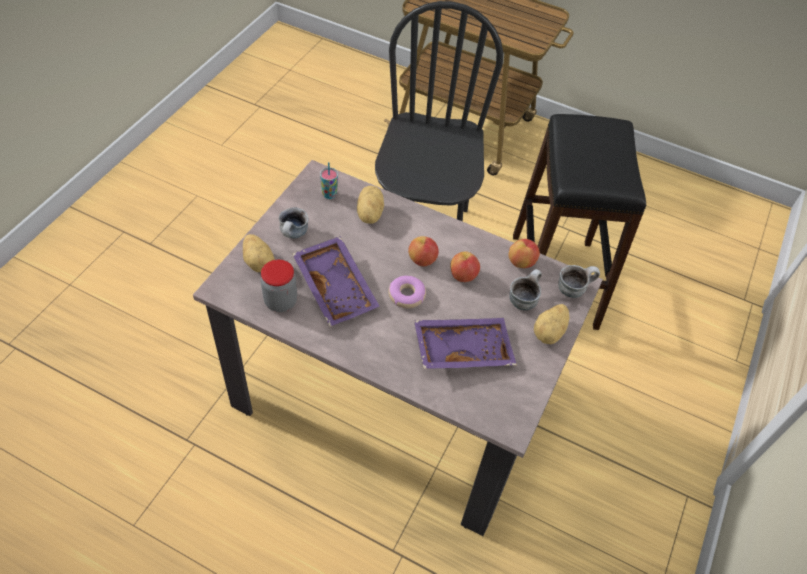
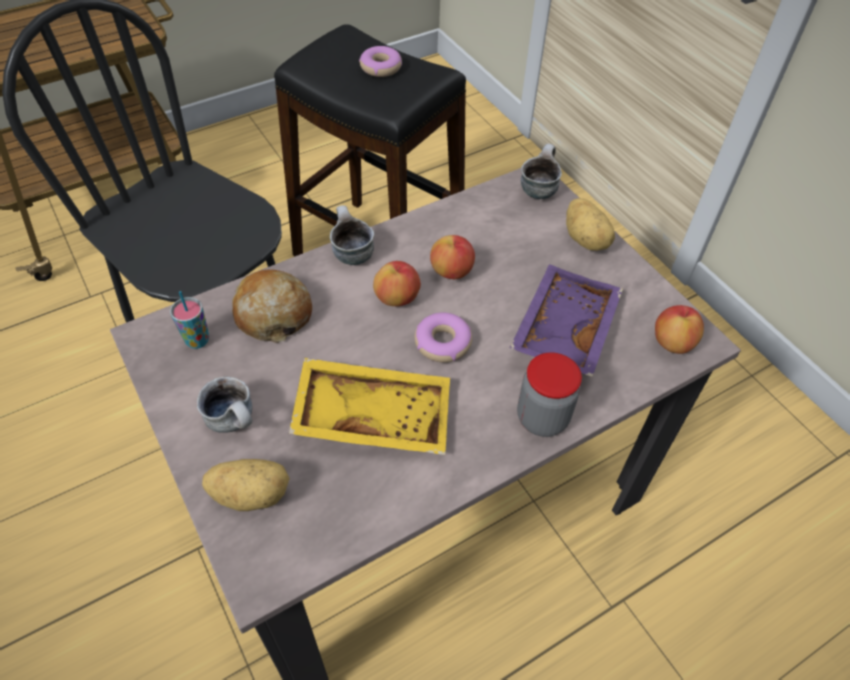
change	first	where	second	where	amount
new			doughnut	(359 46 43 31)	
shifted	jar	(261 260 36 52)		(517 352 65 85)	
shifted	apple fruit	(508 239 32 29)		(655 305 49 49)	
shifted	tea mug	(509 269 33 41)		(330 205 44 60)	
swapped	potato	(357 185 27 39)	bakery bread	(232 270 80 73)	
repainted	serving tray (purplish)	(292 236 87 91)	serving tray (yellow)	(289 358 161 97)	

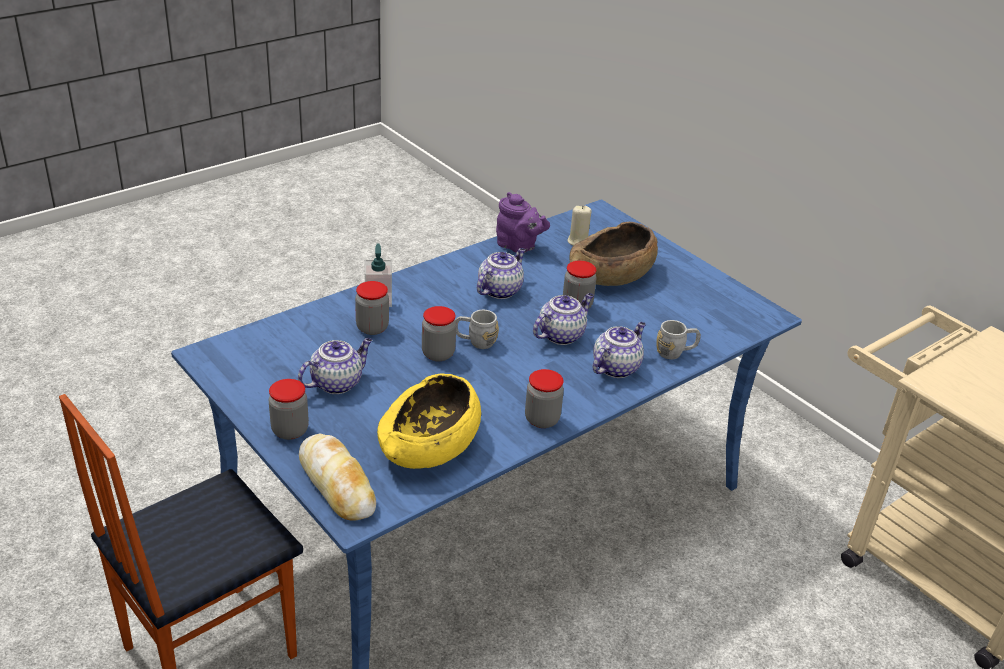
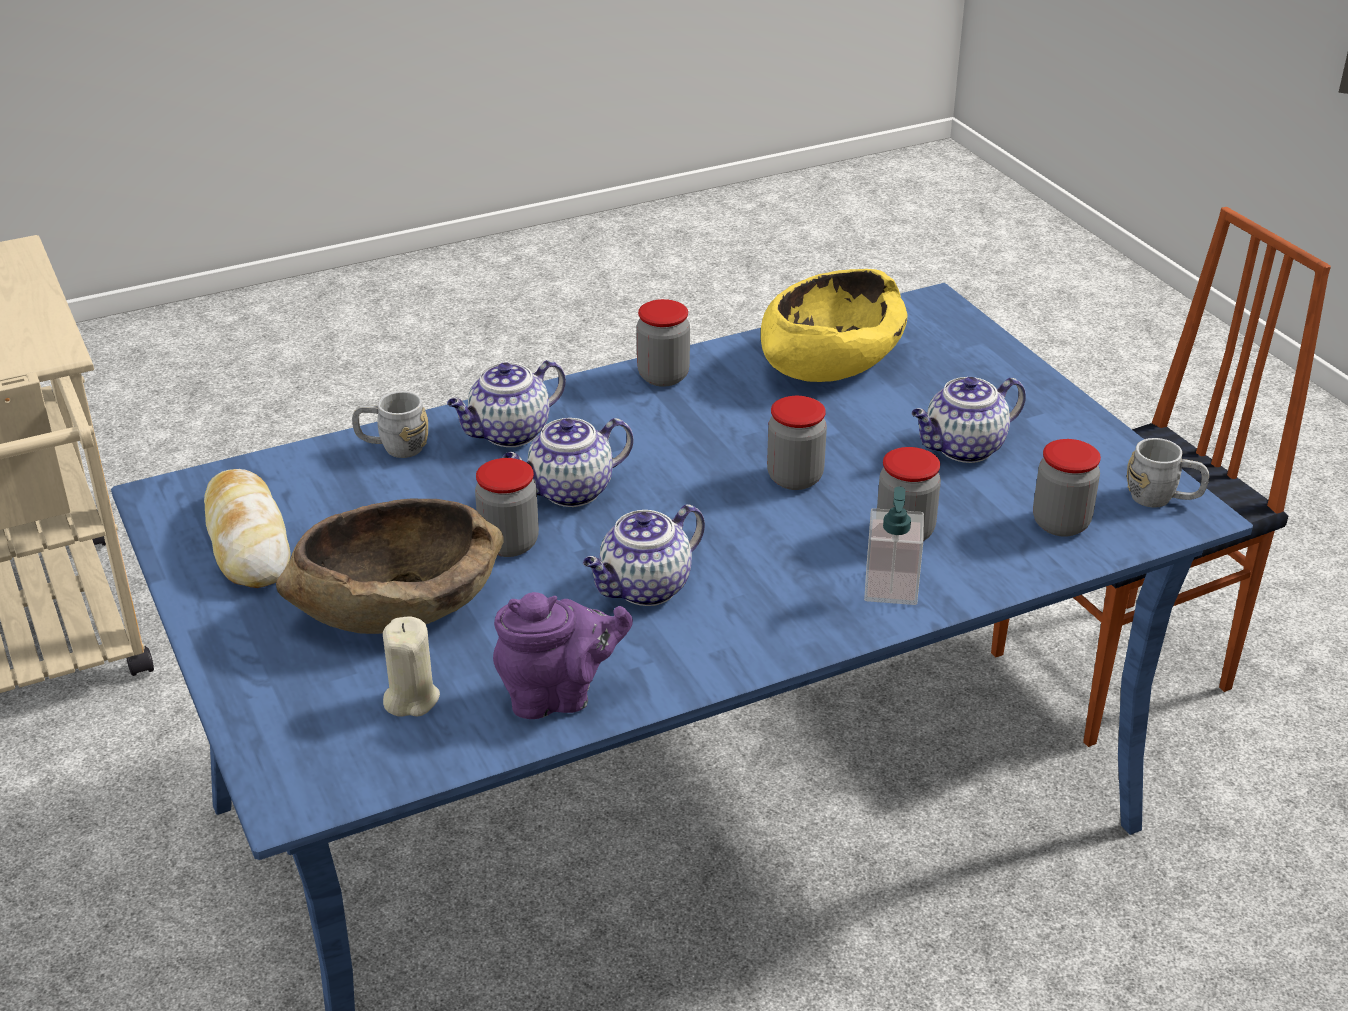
change	first	where	second	where	amount
shifted	jar	(269 379 40 61)		(1033 439 68 98)	
shifted	bakery bread	(299 434 77 86)		(204 469 86 119)	
shifted	tea mug (greyish)	(455 310 44 39)		(1127 438 82 70)	
rotated	pot for tea (purplish)	(496 192 54 61)		(493 592 140 127)	120 degrees clockwise

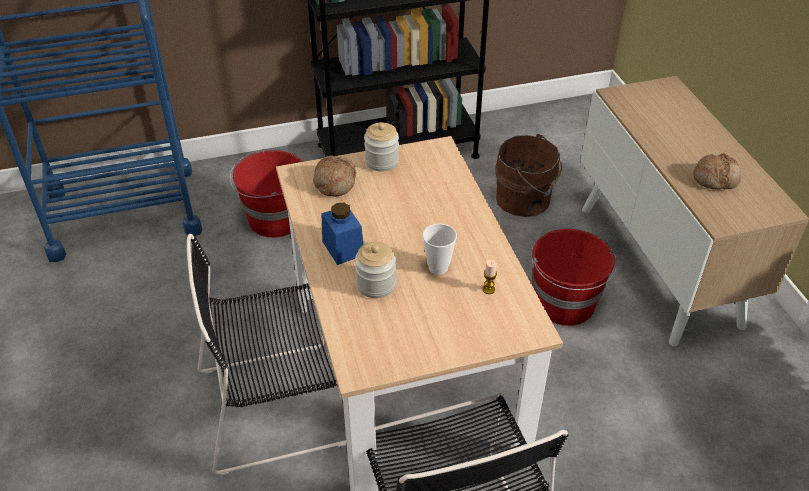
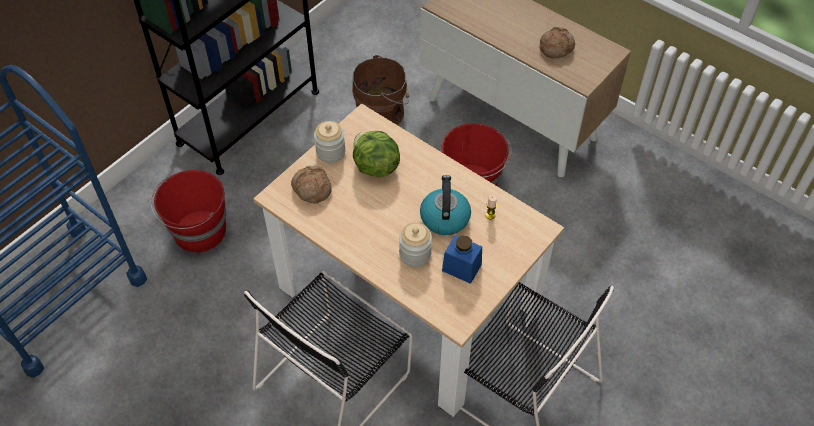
change	first	where	second	where	amount
new			lettuce	(353 131 47 47)	
shifted	jar (blue)	(321 203 43 62)		(442 235 40 49)	
swapped	cup	(422 224 35 51)	tea kettle	(420 175 51 60)	

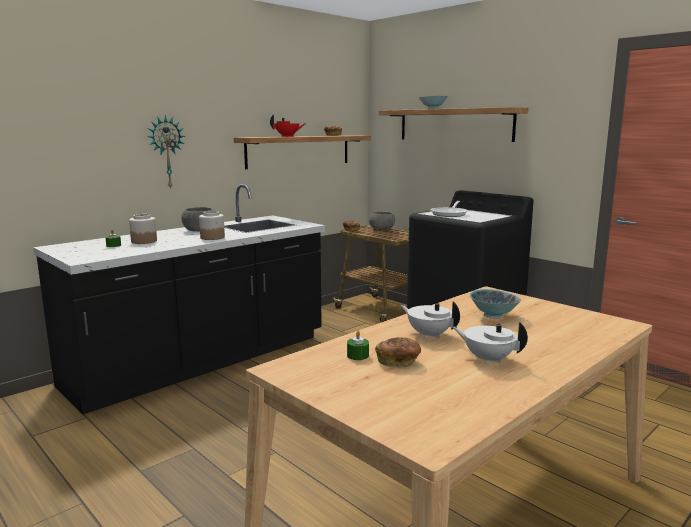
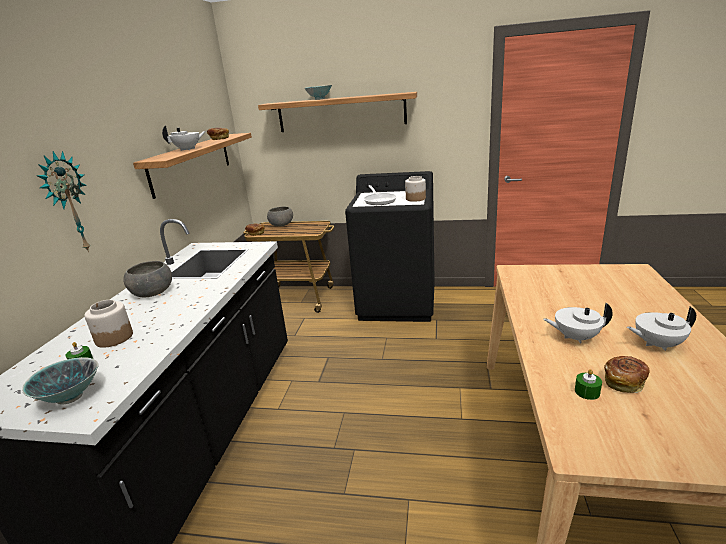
change	first	where	second	where	amount
shifted	jar	(199 211 26 29)		(405 176 21 26)	
shifted	deep dish	(470 289 51 30)		(22 357 77 47)	
repainted	pot for tea (reddish)	(270 115 35 22)	pot for tea (white)	(162 125 44 26)	

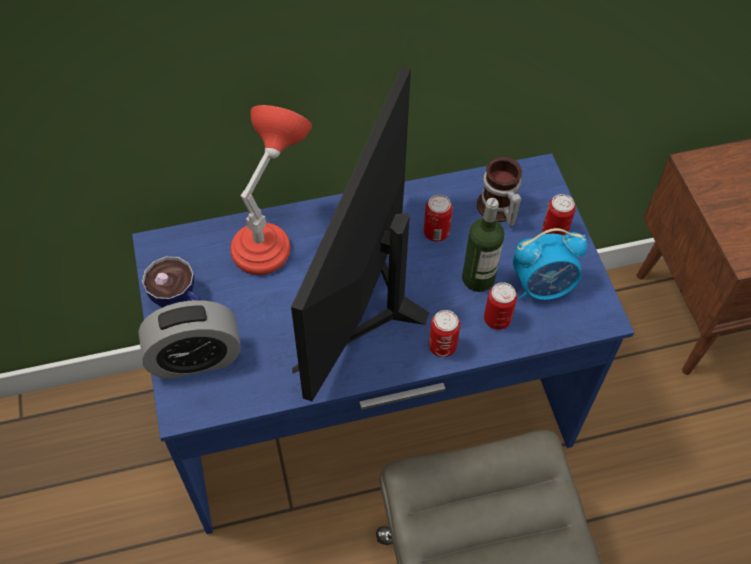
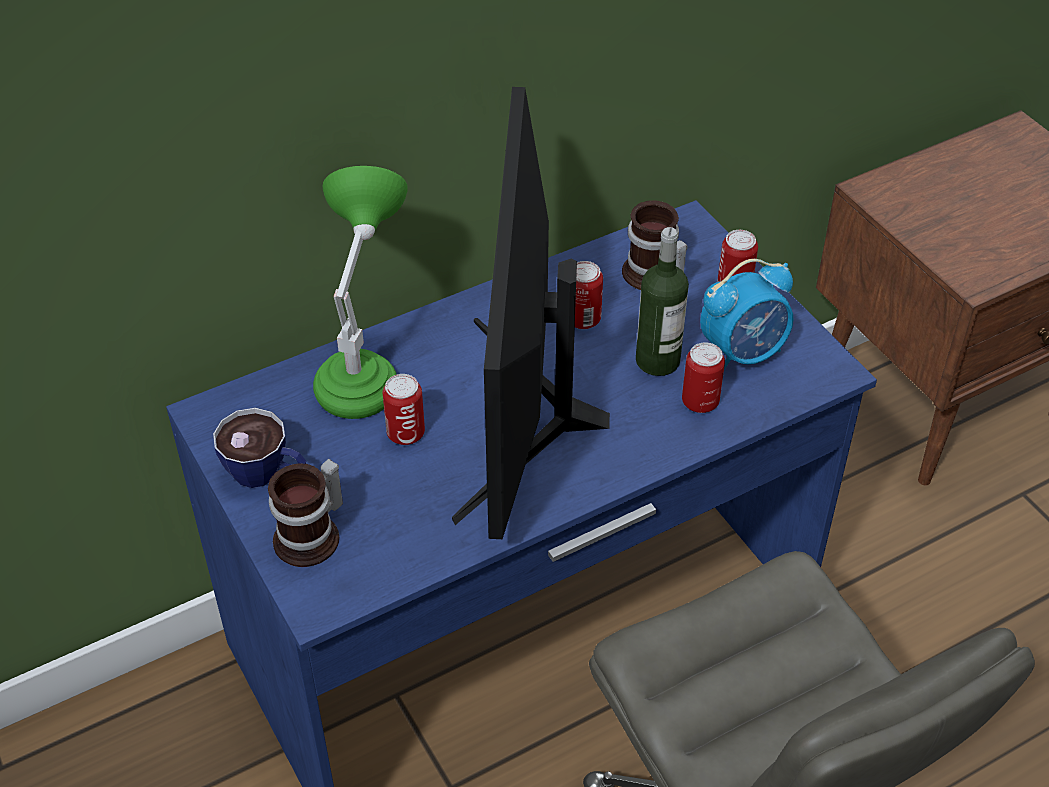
change	first	where	second	where	amount
shifted	metal can	(429 310 31 47)		(382 374 43 71)	
swapped	bedside clock	(138 300 103 79)	tea mug	(268 459 75 108)	
repainted	tabletop lamp (reddish)	(230 105 82 170)	tabletop lamp (greenish)	(313 166 95 253)	

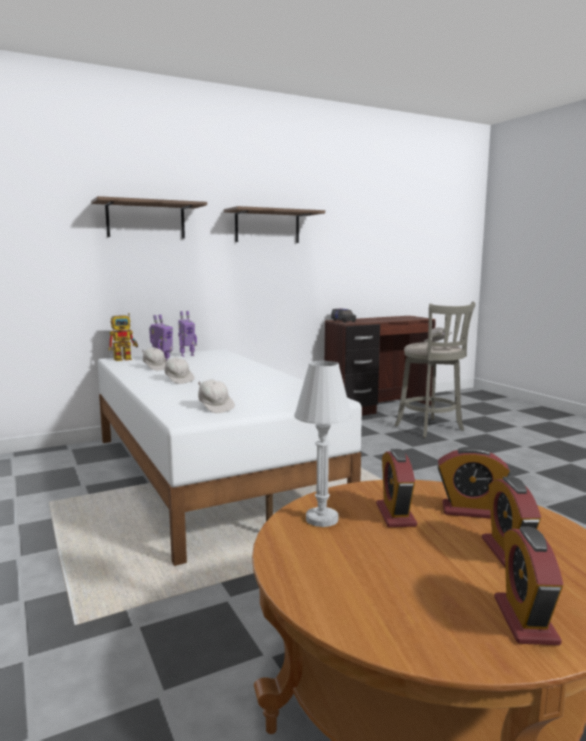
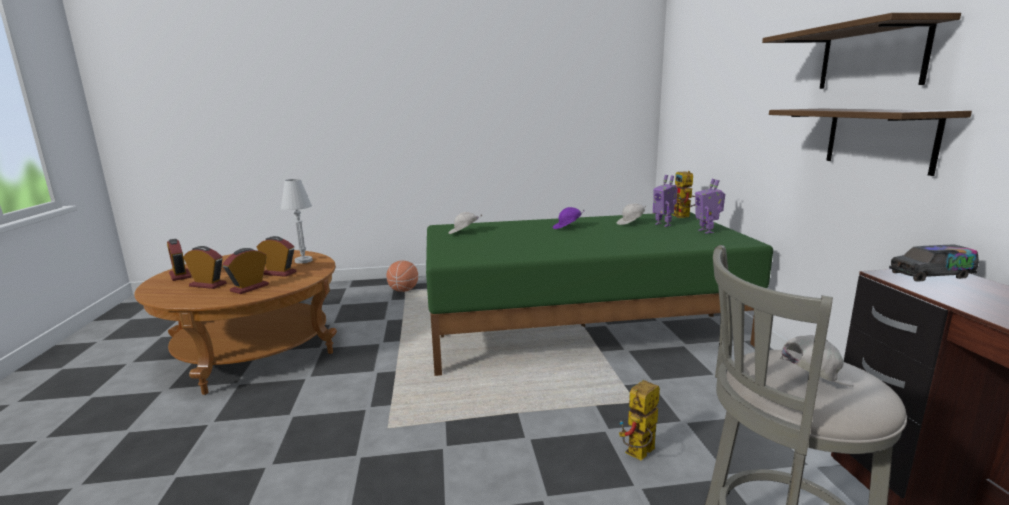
change	first	where	second	where	amount
new			basketball ball	(386 261 32 31)	
new			toy robot	(619 380 41 80)	
shifted	shelf	(91 196 116 42)		(769 109 203 67)	
repainted	sleeping bed (white)	(98 349 264 217)	sleeping bed (greenish)	(426 212 347 164)	
repainted	baseball cap (white)	(165 357 30 27)	baseball cap (purplish)	(553 207 31 22)	
rotated	bedside clock	(494 526 70 119)		(167 239 24 42)	150 degrees counterclockwise

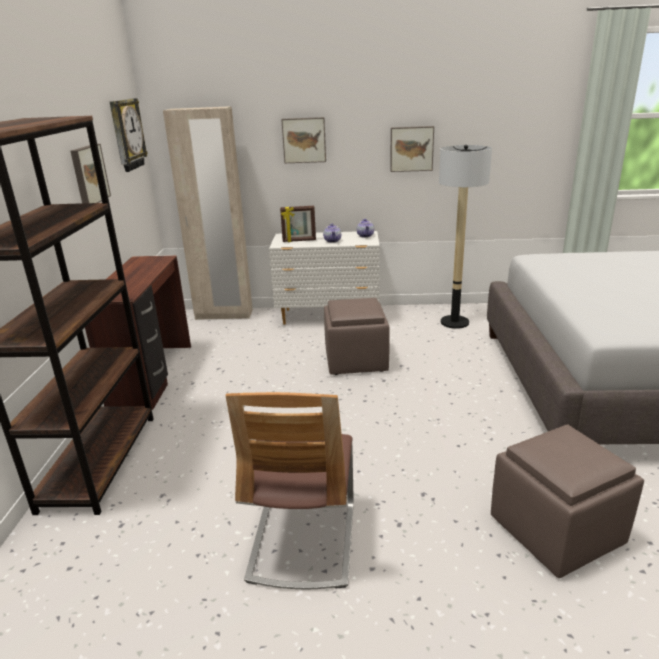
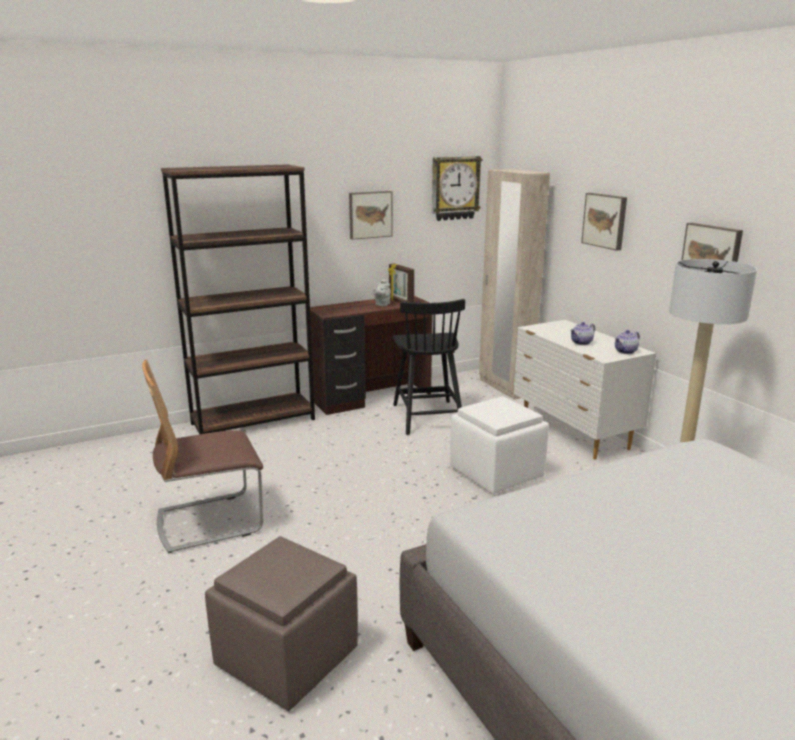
change	first	where	second	where	amount
new			pot for tea (greyish)	(373 279 18 27)	
new			plain chair (blackish)	(393 299 72 136)	
shifted	picture frame	(280 206 36 36)		(388 264 26 38)	
repainted	ottoman (brown-coloured)	(324 298 66 77)	ottoman (white)	(450 396 99 98)	

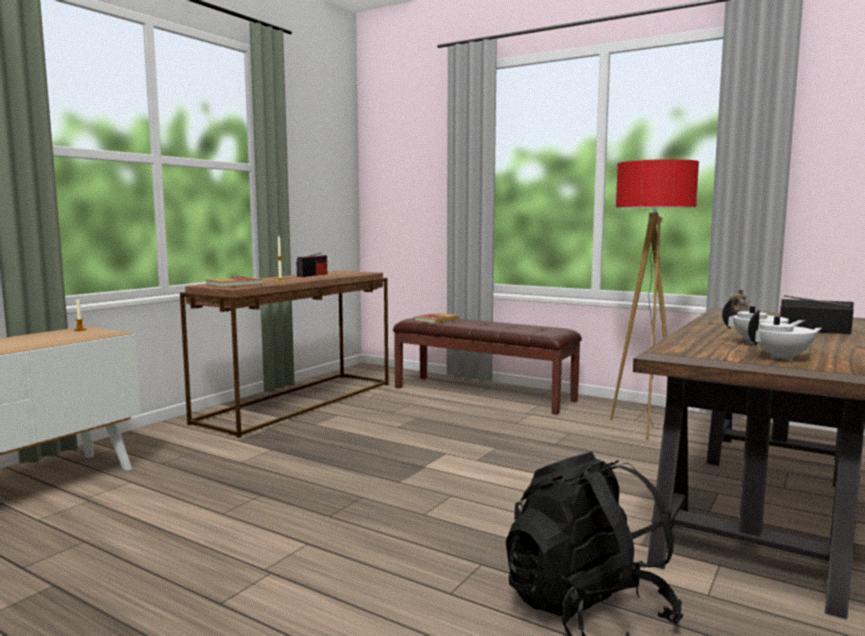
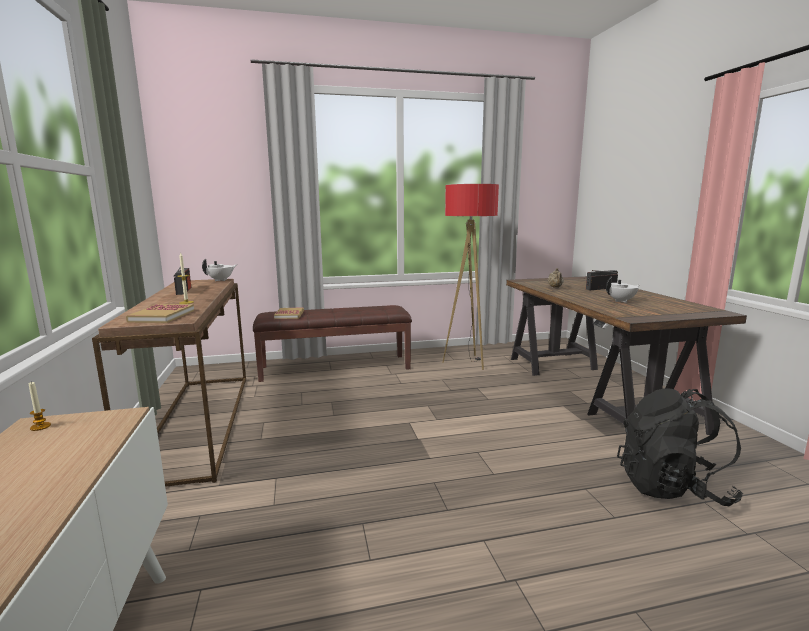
change	first	where	second	where	amount
shifted	pot for tea (white)	(748 310 74 51)		(202 259 34 22)	

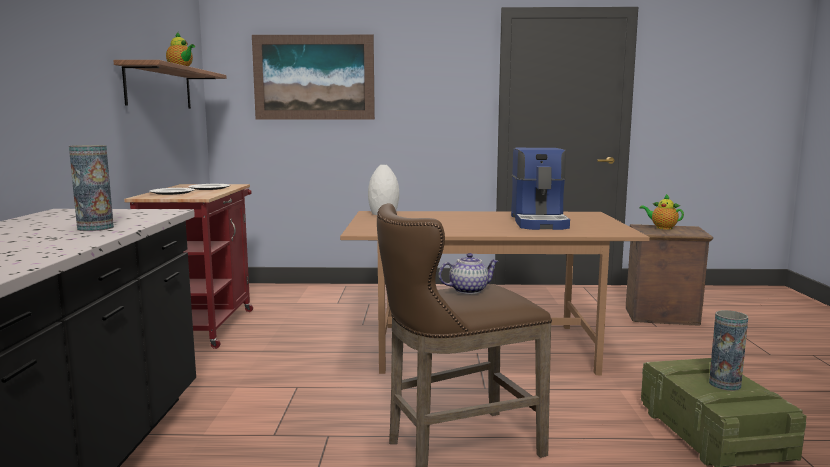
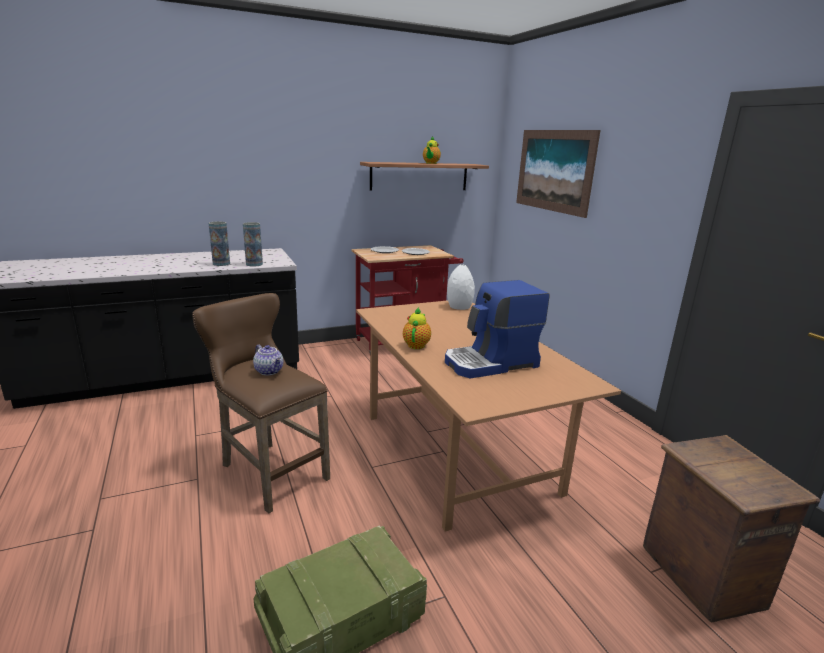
change	first	where	second	where	amount
shifted	pot for tea	(640 194 44 35)		(403 307 28 42)	
shifted	vase	(709 310 39 81)		(243 222 20 45)	

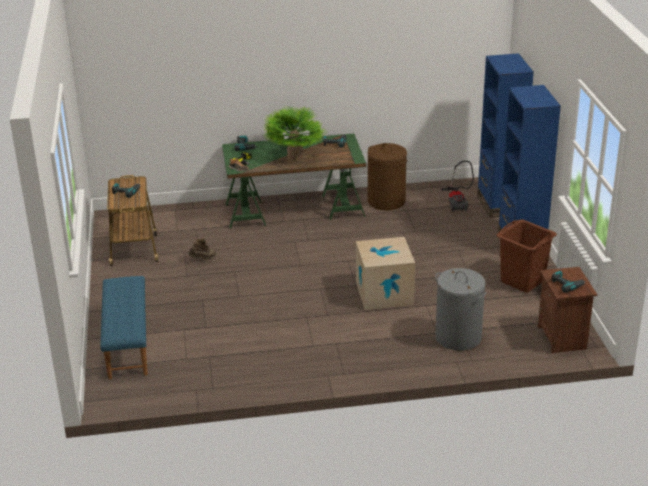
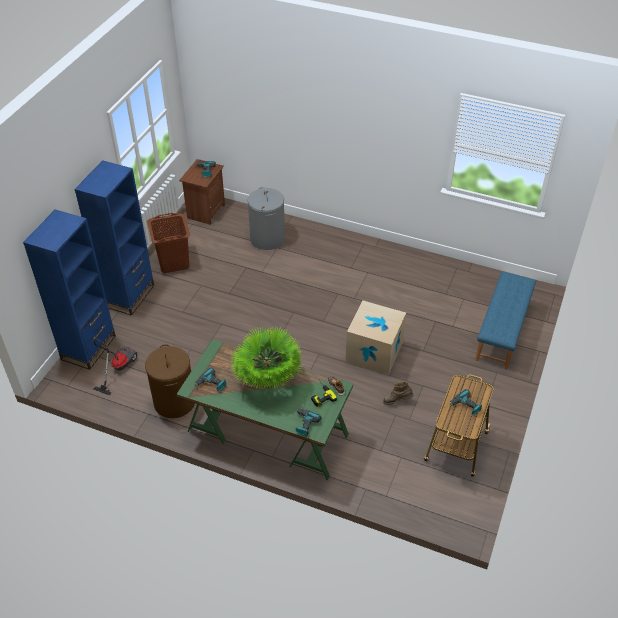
change	first	where	second	where	amount
shifted	carton	(356 237 59 73)		(345 300 61 75)	

